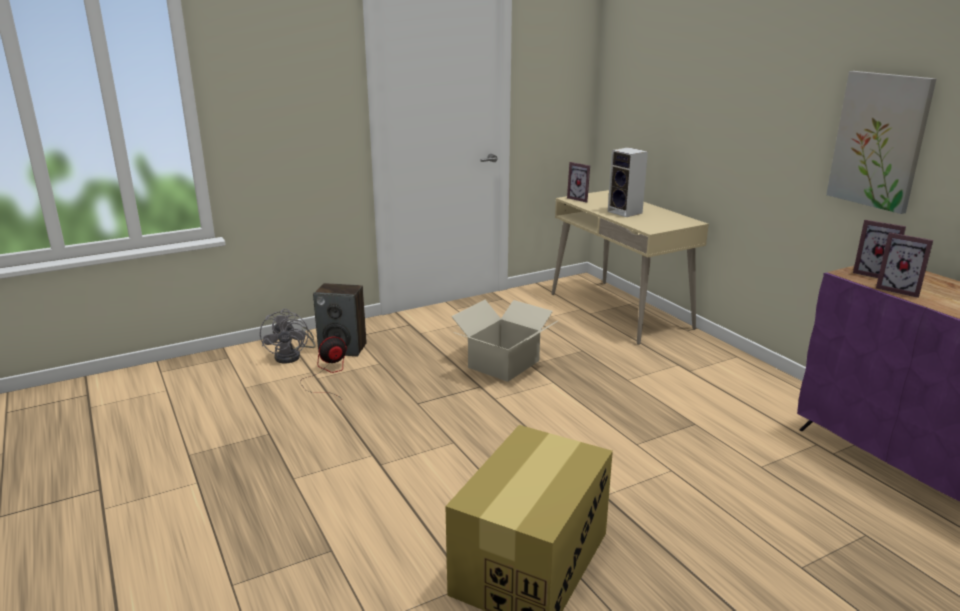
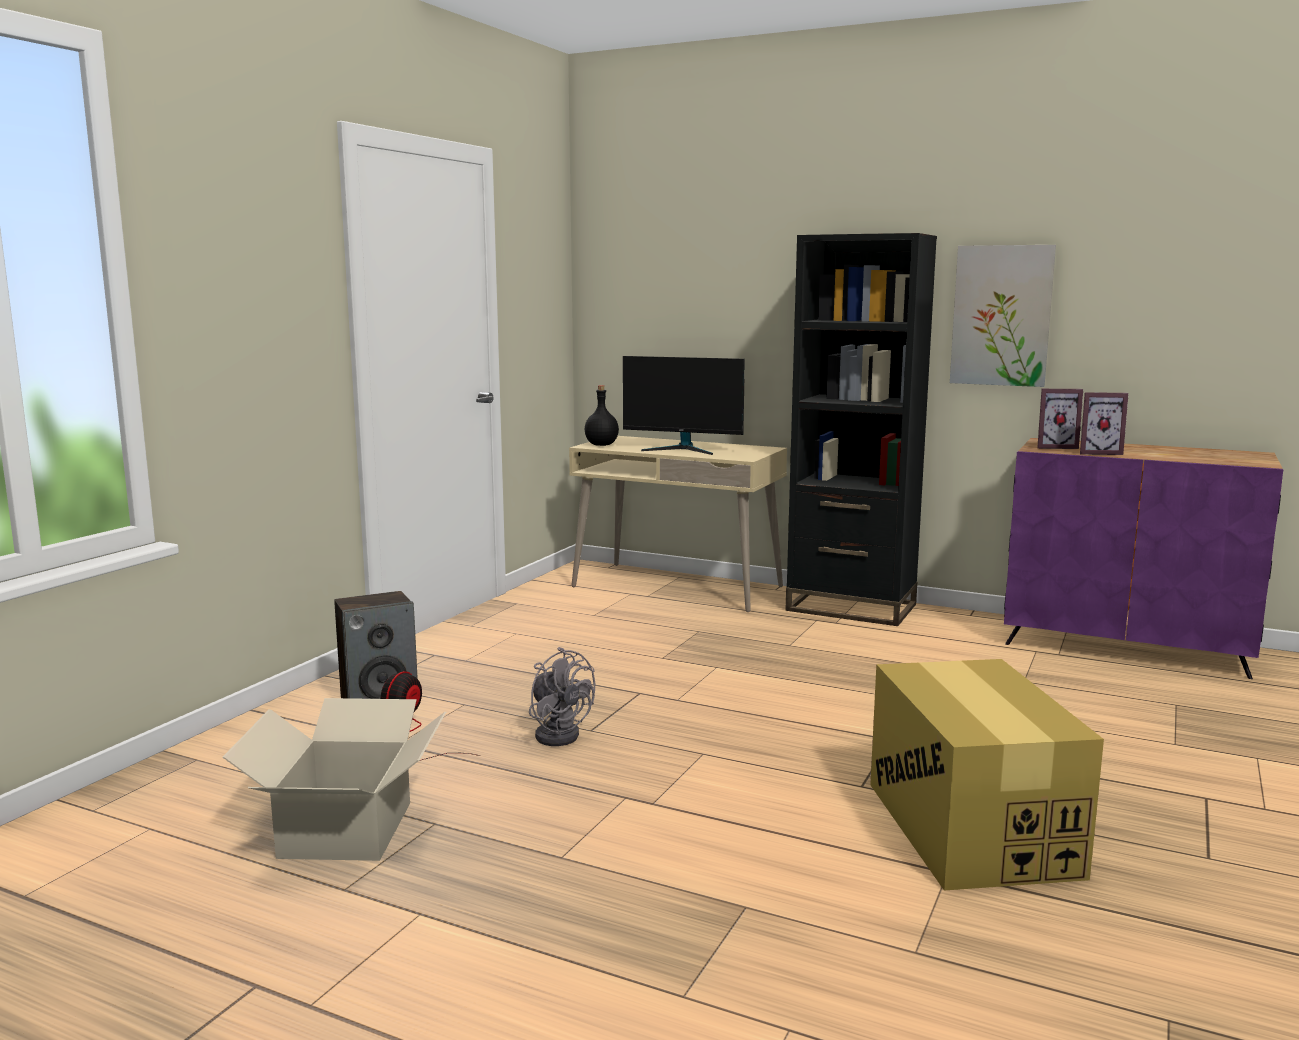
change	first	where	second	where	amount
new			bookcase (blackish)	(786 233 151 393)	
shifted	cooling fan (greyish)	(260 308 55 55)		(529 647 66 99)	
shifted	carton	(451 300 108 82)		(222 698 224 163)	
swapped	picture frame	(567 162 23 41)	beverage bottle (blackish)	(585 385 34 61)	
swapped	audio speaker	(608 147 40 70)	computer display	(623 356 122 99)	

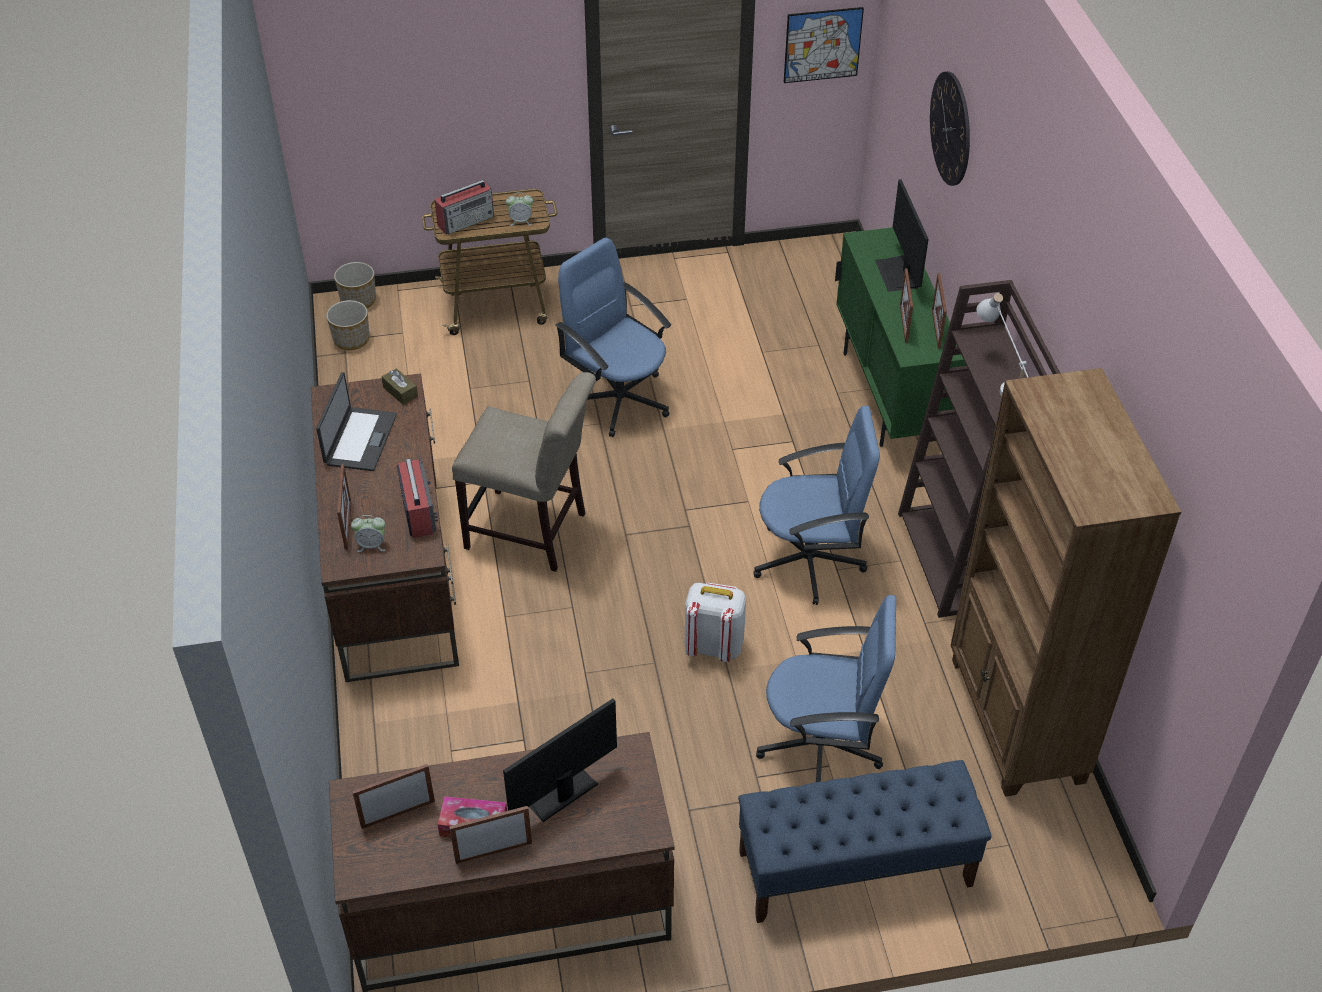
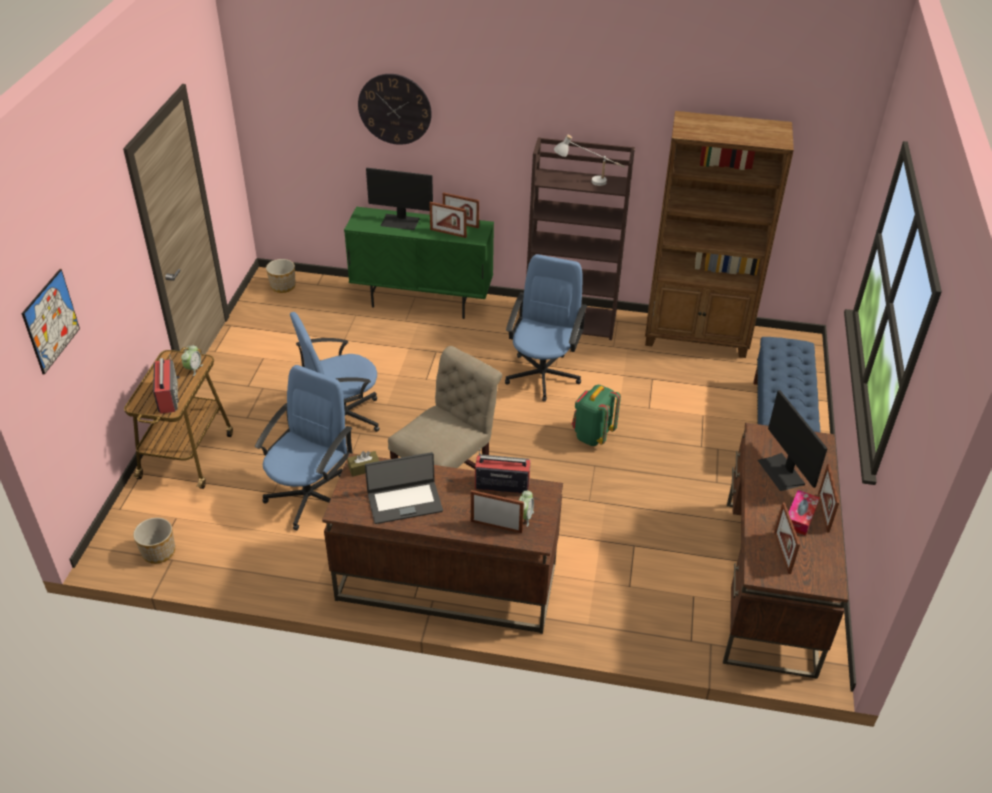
change	first	where	second	where	amount
shifted	plant pot	(334 262 42 46)		(266 259 30 34)	
shifted	computer chair (blue)	(756 595 140 187)		(255 365 98 166)	
shifted	wall art	(784 7 80 76)		(22 269 58 106)	
repainted	knapsack (white)	(685 582 61 80)	knapsack (greenish)	(572 385 49 61)	
rotated	laptop	(316 372 81 99)		(365 452 78 72)	135 degrees clockwise

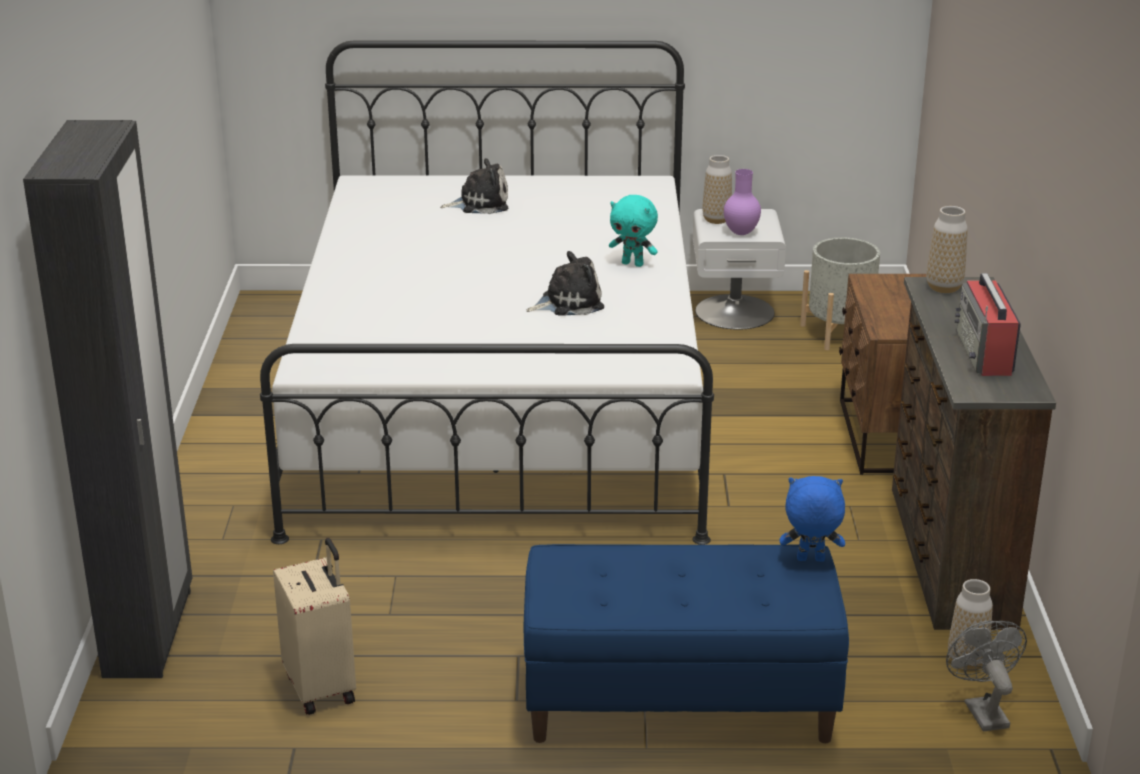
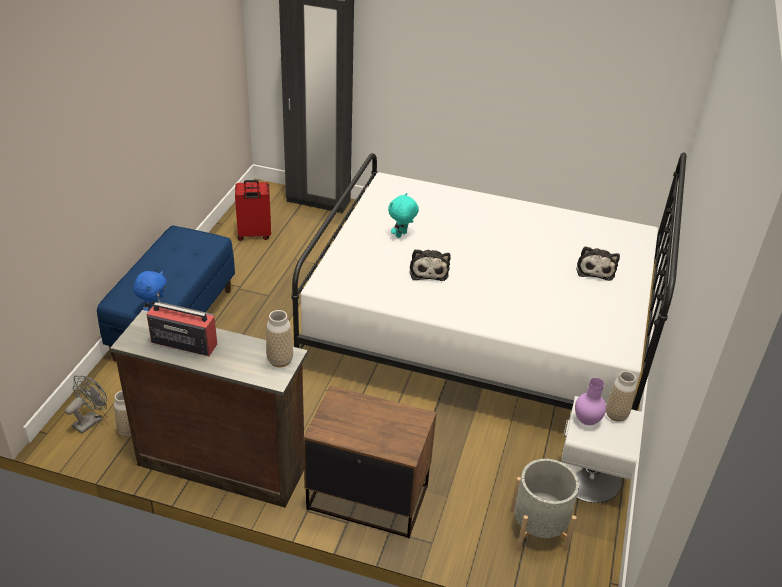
change	first	where	second	where	amount
shifted	plush toy (turquoise-coloured)	(609 195 49 72)		(388 193 31 45)	
repainted	travel case (sand-coloured)	(273 538 83 177)	travel case (reddish)	(235 180 36 61)	
rotated	cooling fan (greyish)	(946 621 81 111)		(65 376 42 58)	60 degrees counterclockwise

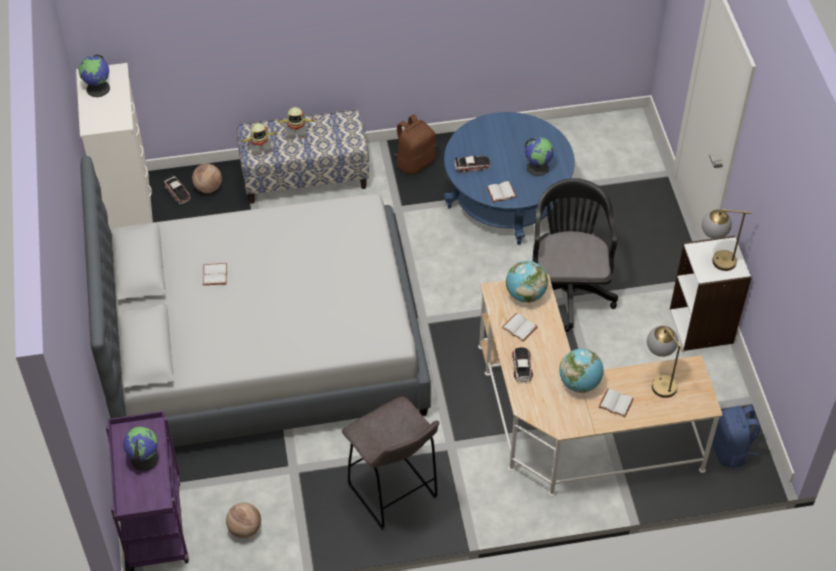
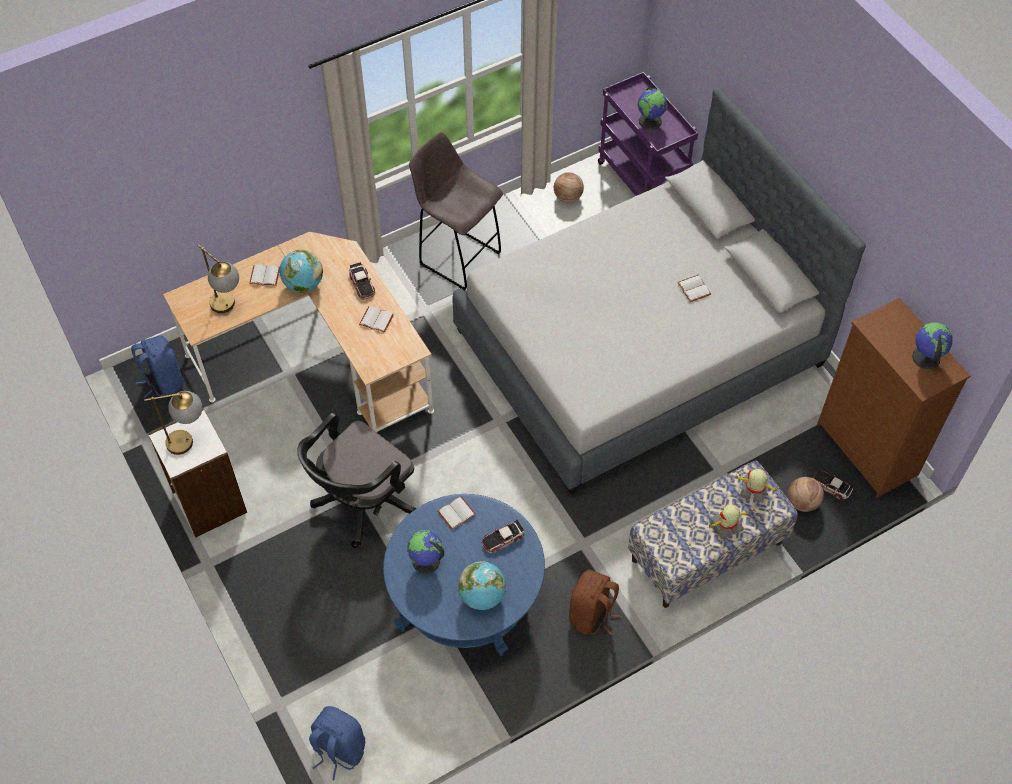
change	first	where	second	where	amount
new			knapsack (blue)	(309 706 56 74)	
shifted	world globe	(506 261 42 42)		(458 561 48 49)	
repainted	dresser (white)	(76 63 77 170)	dresser (brown-coloured)	(817 298 154 200)	
rotated	toy robot	(239 123 39 33)		(733 469 45 34)	60 degrees clockwise
rotated	computer chair (blackish)	(533 178 85 154)		(297 412 119 136)	60 degrees clockwise

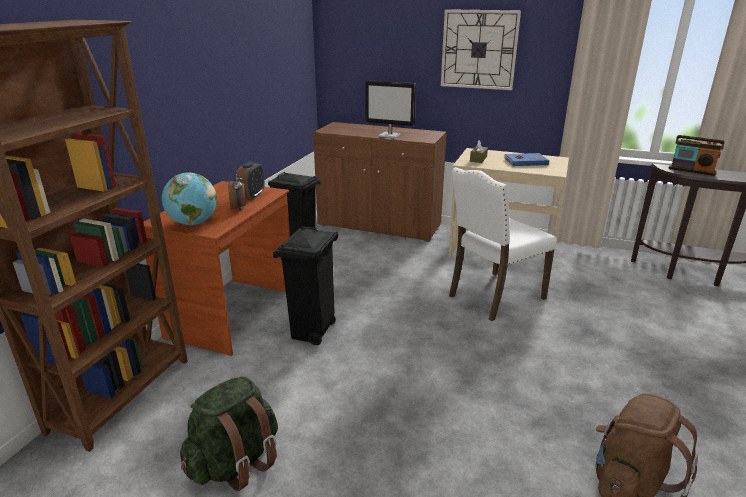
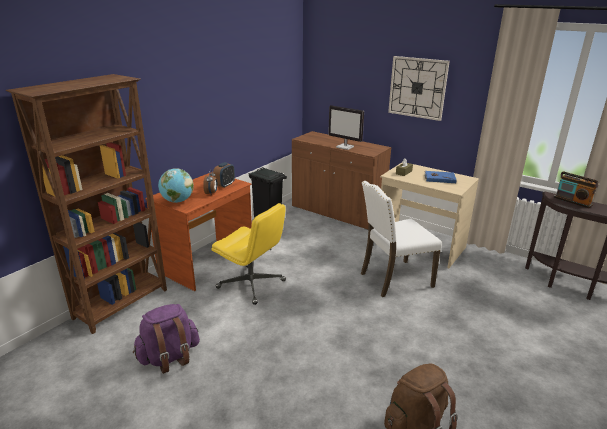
change	first	where	second	where	amount
swapped	waste bin (blackish)	(273 226 65 119)	computer chair (yellow)	(211 203 75 102)	
repainted	knapsack (greenish)	(180 376 98 116)	knapsack (purplish)	(133 304 67 70)	

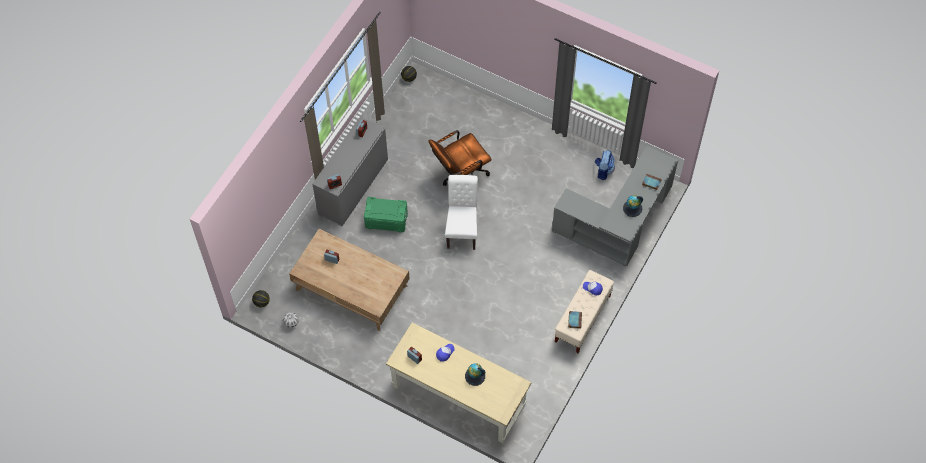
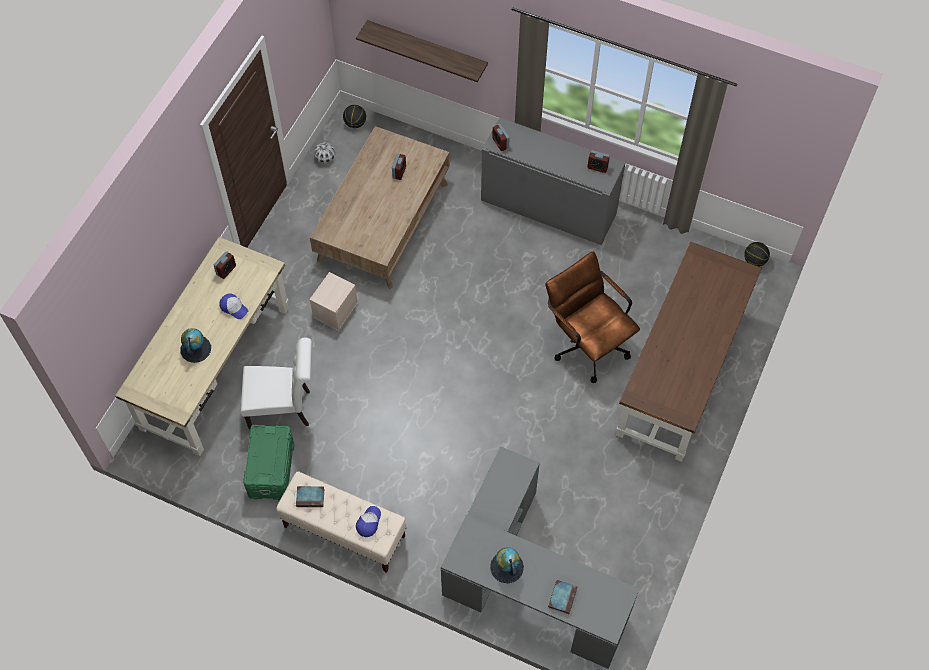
change	first	where	second	where	amount
gone	knapsack	(595 150 20 30)			
new			storage container (sand-coloured)	(309 272 49 59)	
new			shelf	(356 20 132 62)	
new			desk unit (brown-coloured)	(616 242 146 220)	
shifted	storage container (greenish)	(364 197 44 35)		(243 425 51 75)	
shifted	plain chair (white)	(445 175 33 75)		(241 338 71 91)	

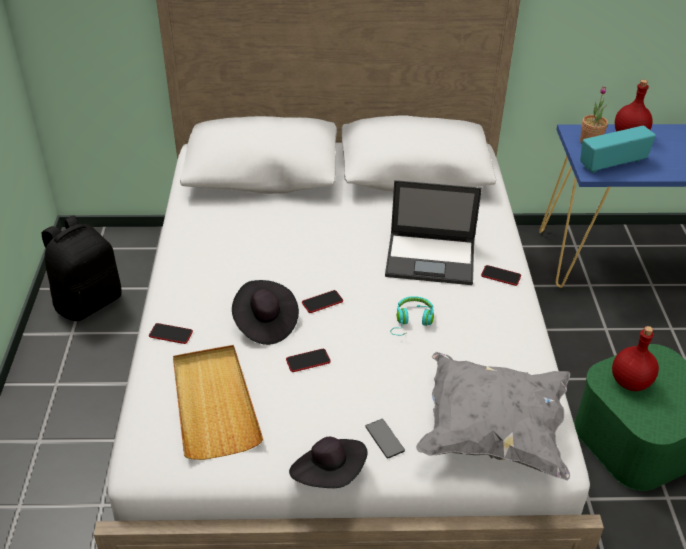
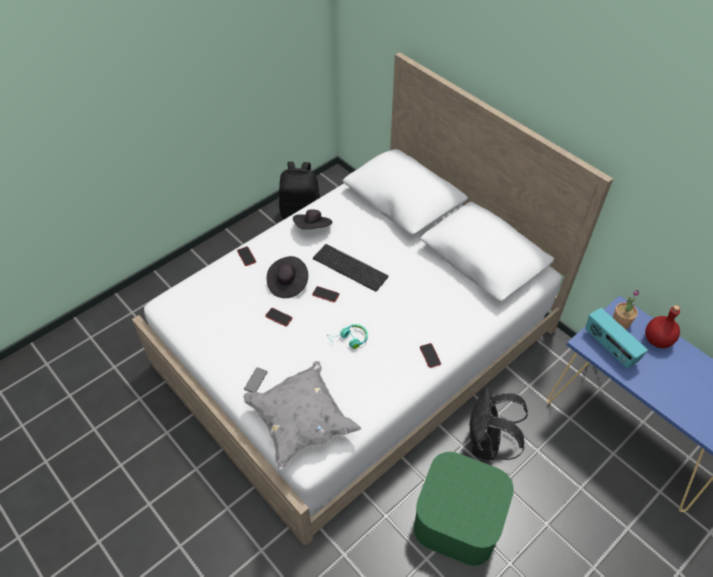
change	first	where	second	where	amount
gone	serving tray (sand-coloured)	(173 345 90 115)			
gone	laptop	(385 180 97 105)			
gone	beverage bottle (reddish)	(612 326 47 65)			
new			computer keyboard	(313 244 76 47)	
new			knapsack (blackish)	(468 387 60 73)	
shifted	clothing hat (blackish)	(289 437 79 51)		(293 209 39 21)	
rotated	radio set	(580 125 76 48)		(585 308 63 60)	150 degrees counterclockwise

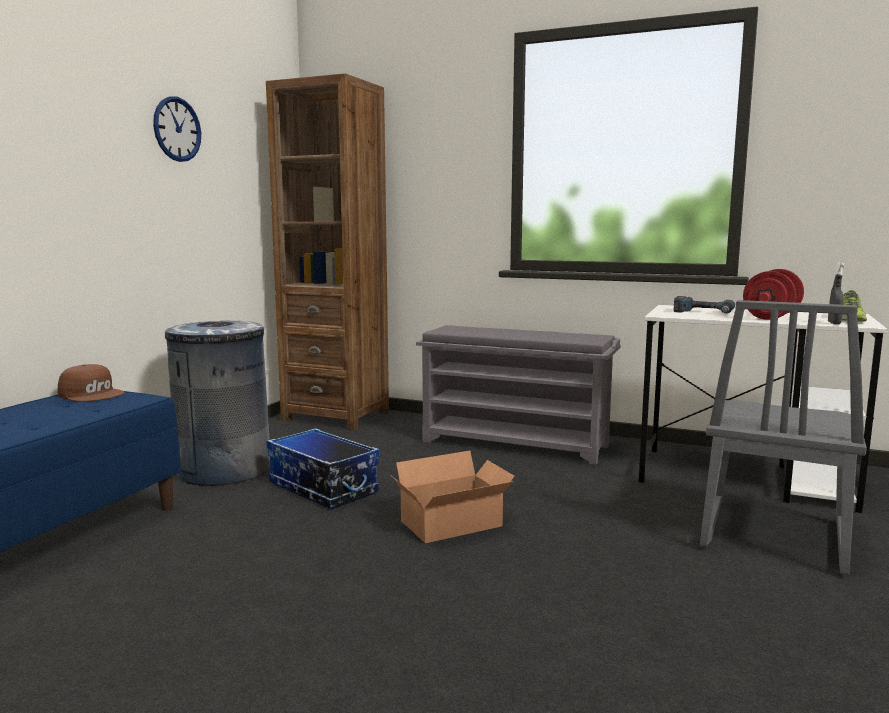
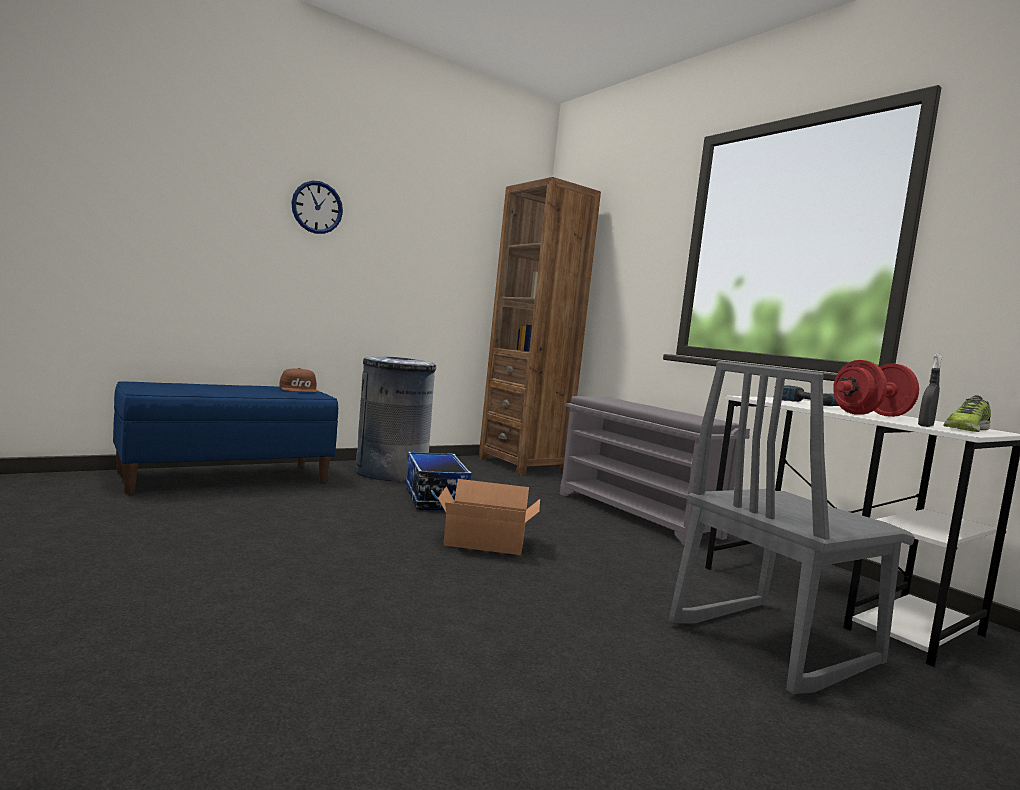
change	first	where	second	where	amount
shifted	clock on the wall	(153 97 48 65)		(291 181 52 53)	

